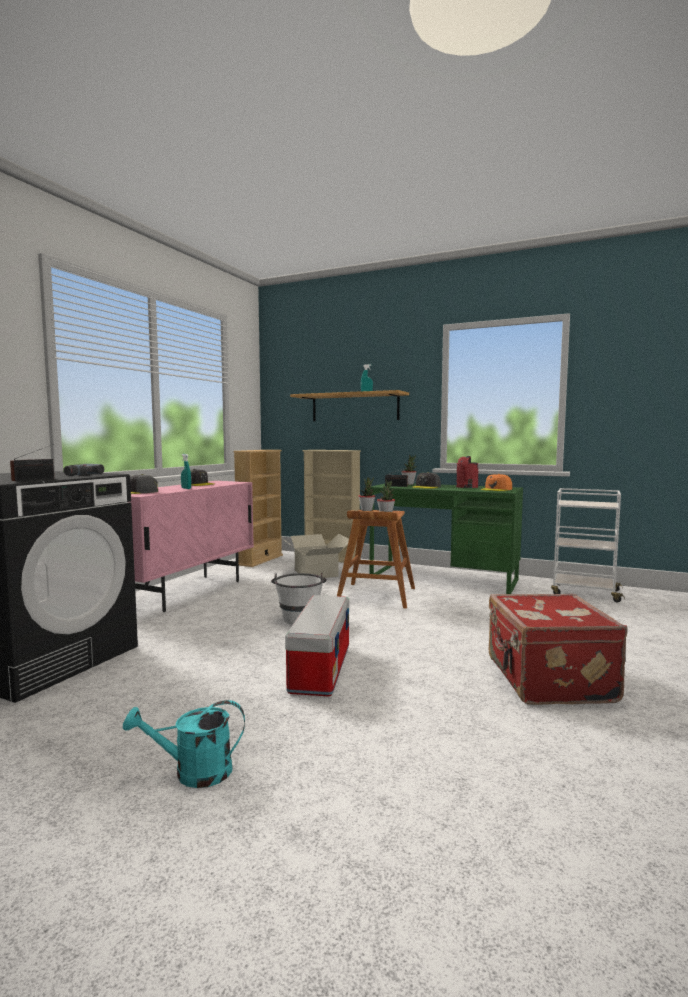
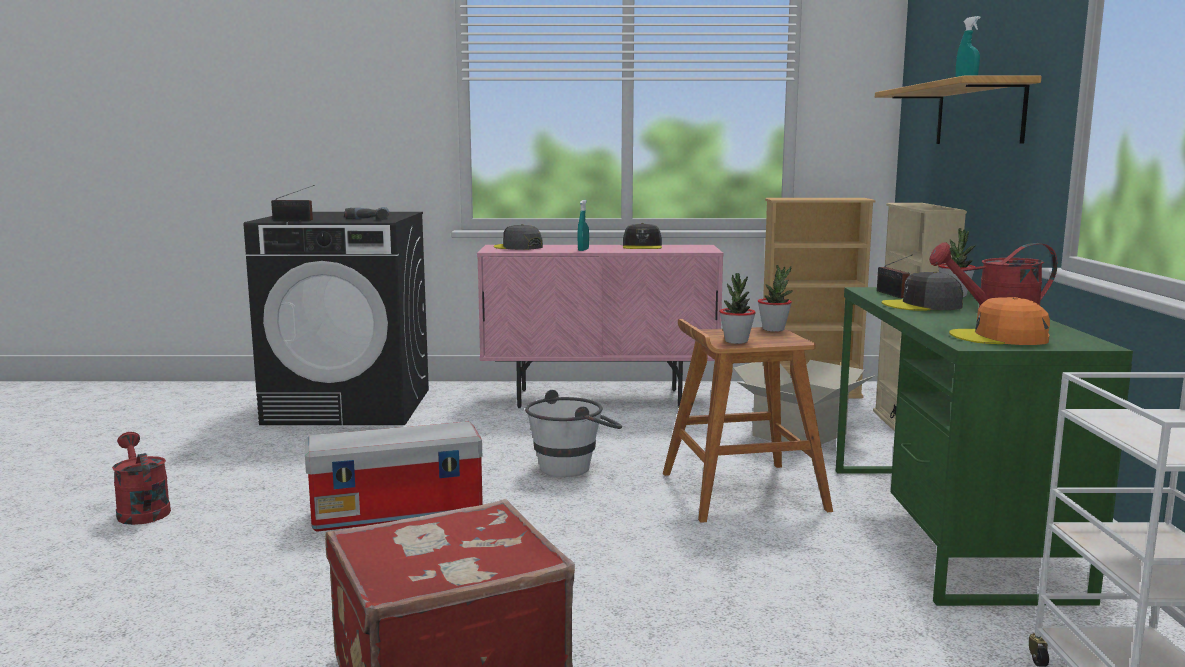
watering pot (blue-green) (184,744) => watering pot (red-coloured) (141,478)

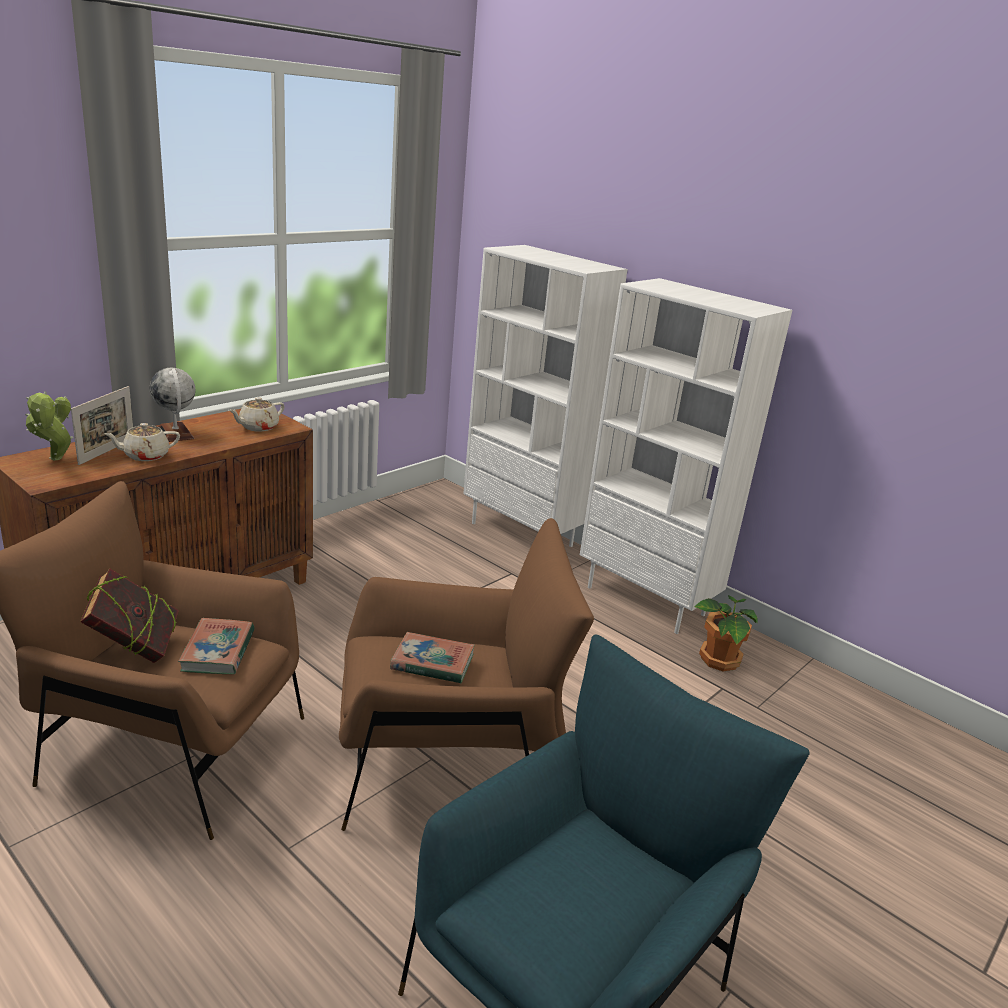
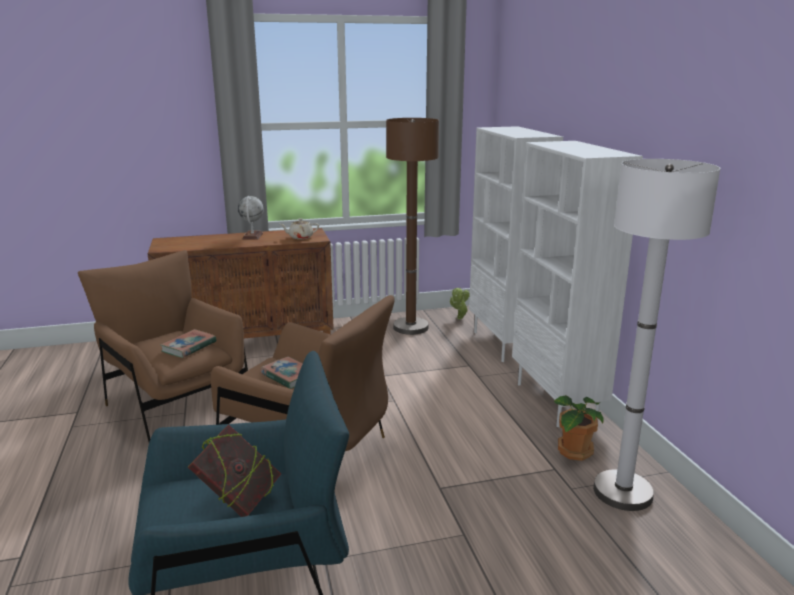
standing frame (102,425) => nothing
tea pot (beige-coloured) (142,442) => nothing
nothing => floor lamp (brownish) (412,226)
nothing => floor lamp (whitish) (657,335)
plant in a pot (49,426) => plant in a pot (460,303), moved
volume (129,615) => volume (234,470), moved

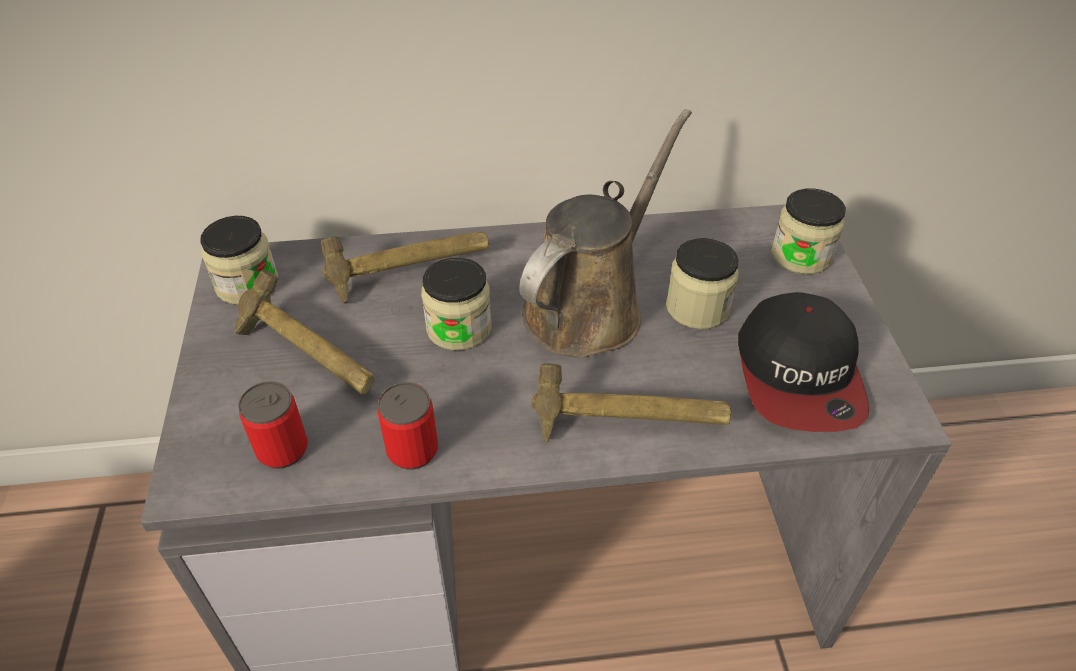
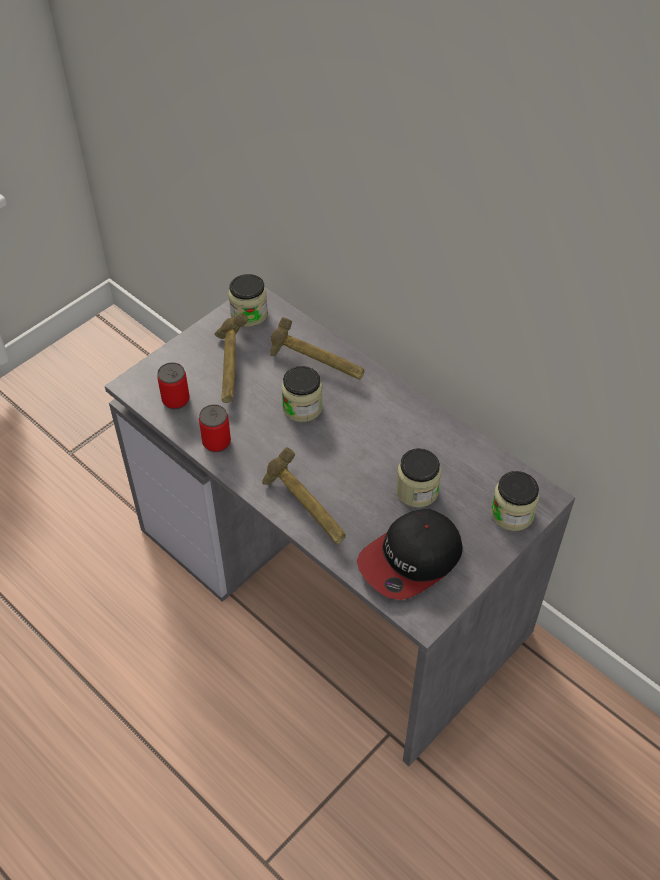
watering pot (brownish) (605,233) => nothing

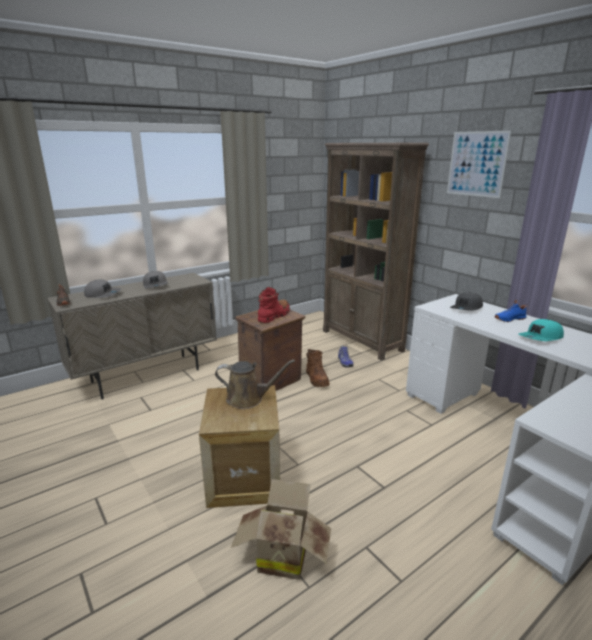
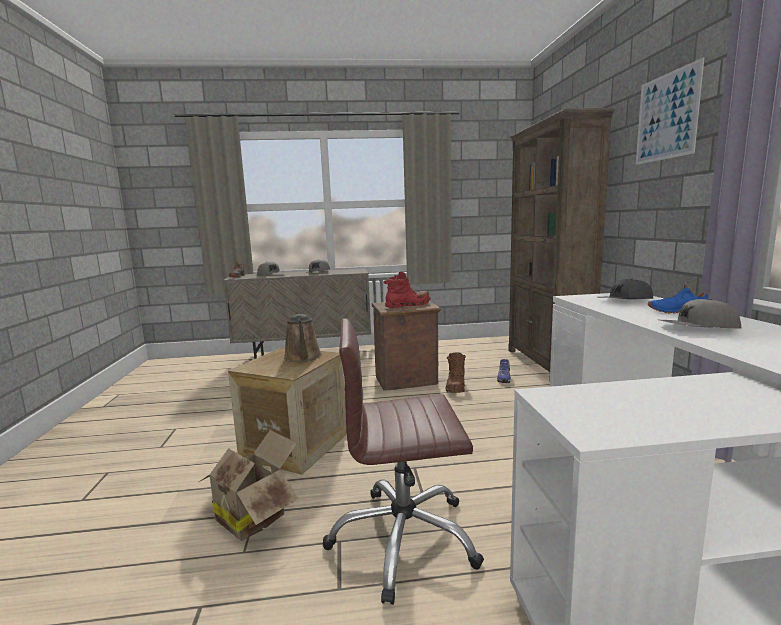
nothing => office chair (brownish) (403,461)
peaked cap (blue-green) (541,330) => peaked cap (greyish) (700,314)
watering pot (brownish) (255,384) => watering pot (brownish) (303,338), 45 degrees clockwise

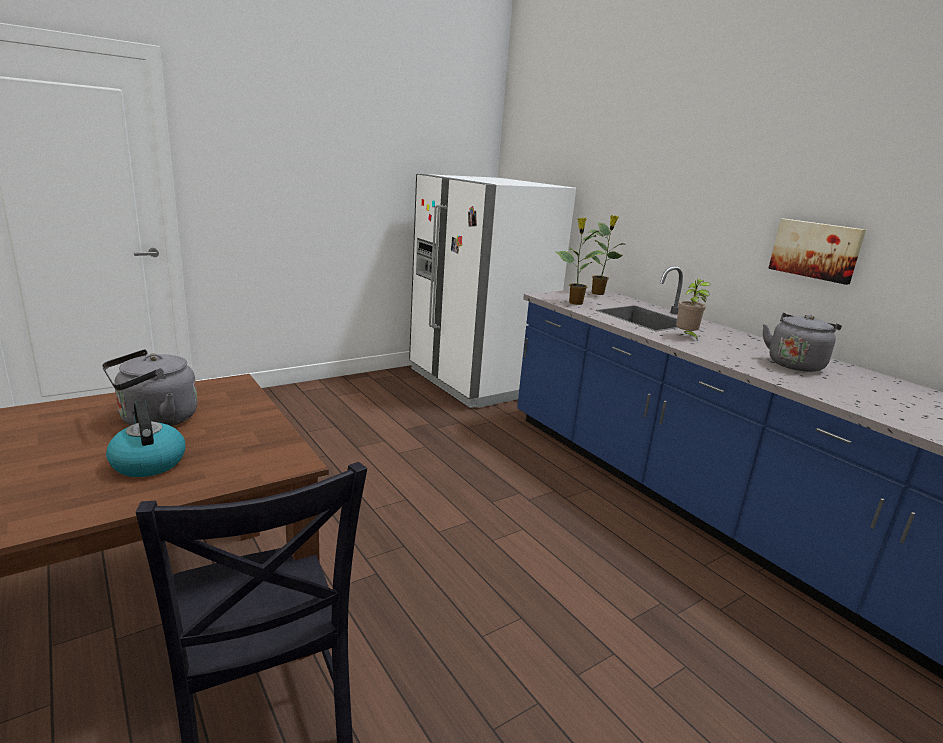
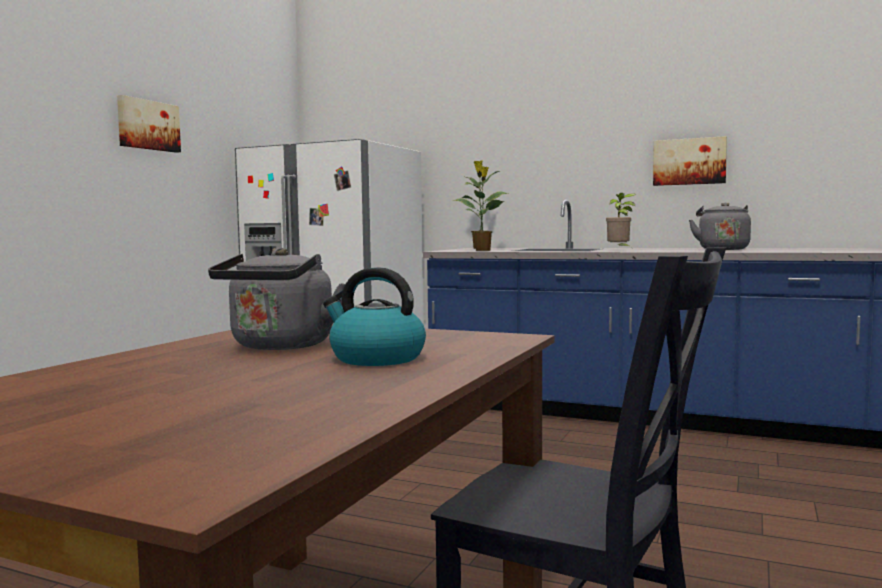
nothing => wall picture (149,124)

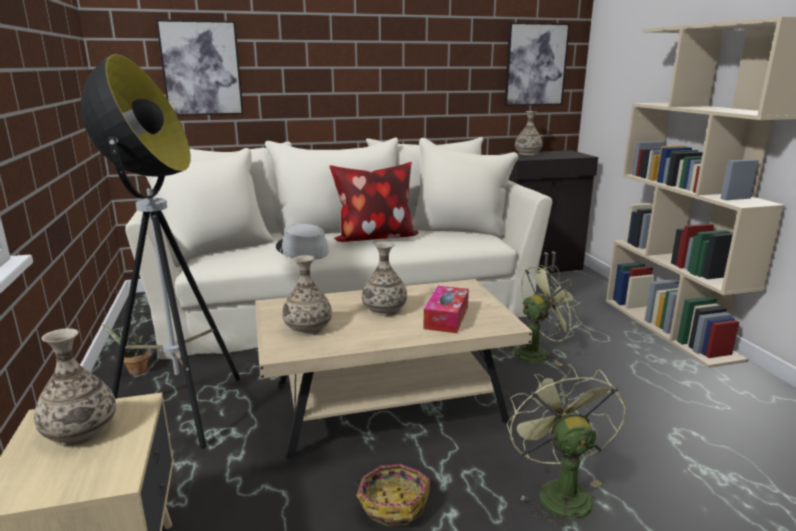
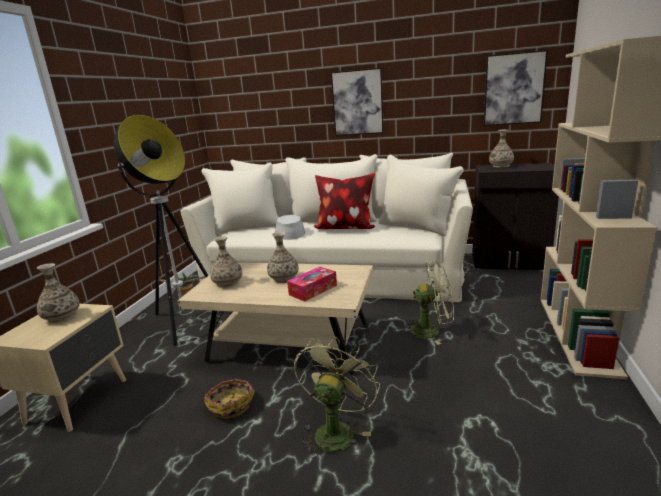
wall picture (199,67) => wall picture (357,102), moved

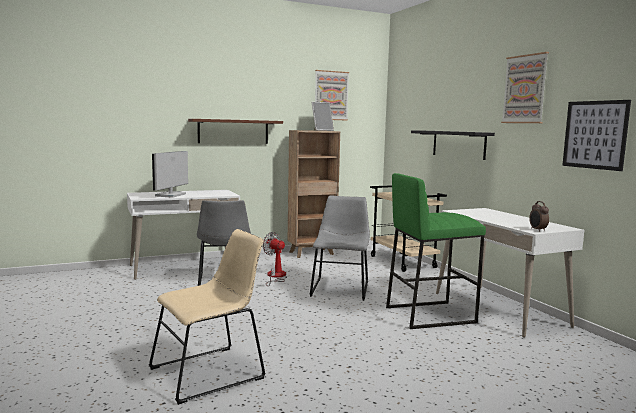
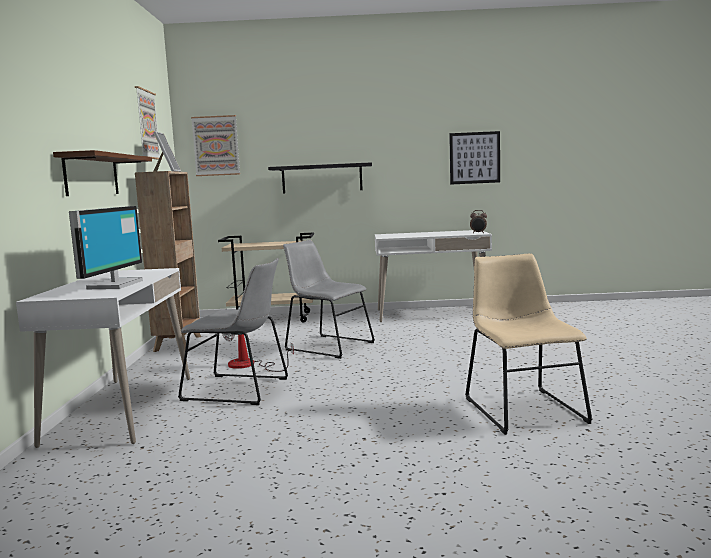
stool seat (green-coloured) (436,251) => nothing
wall picture (525,87) => wall picture (215,145), moved
monitor (170,174) => monitor (106,247), 120 degrees counterclockwise

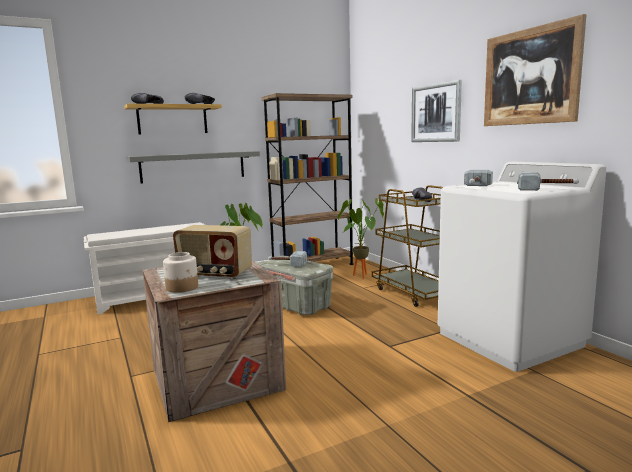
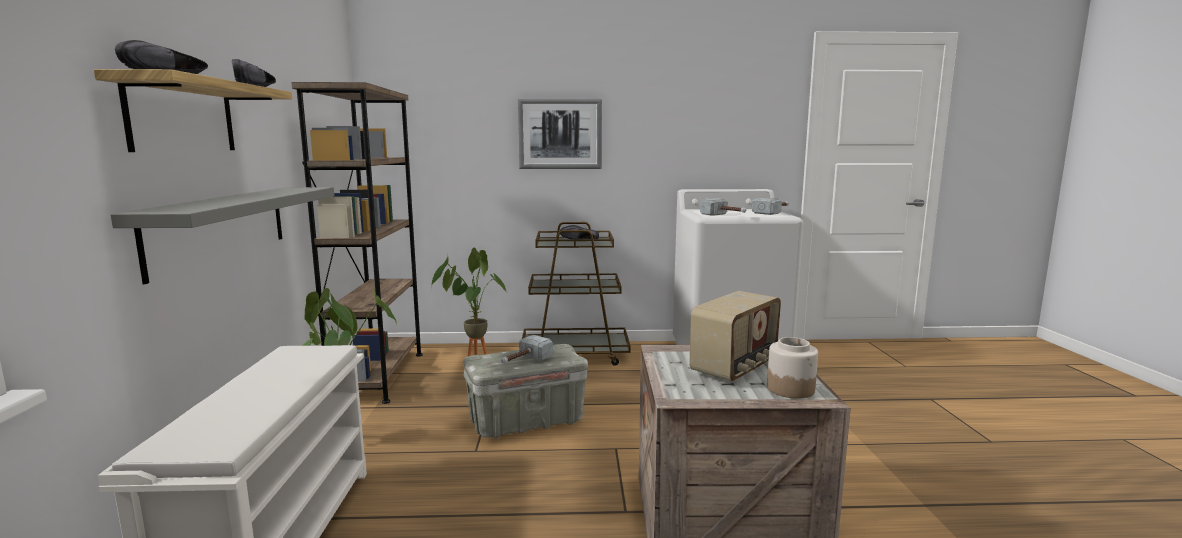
wall picture (535,70) => nothing

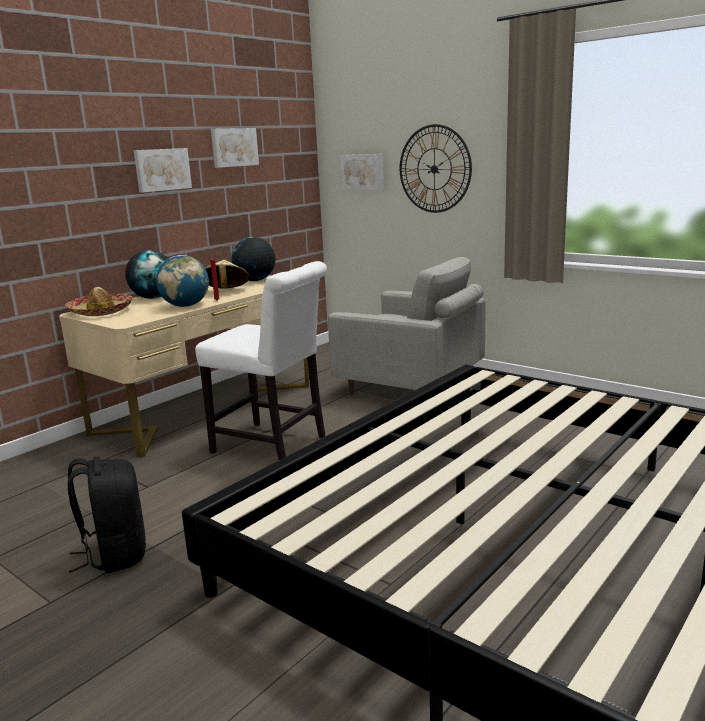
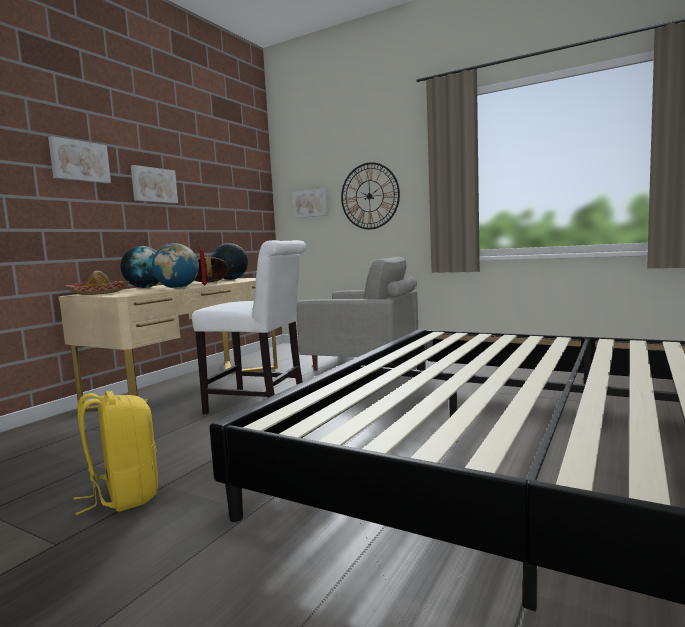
wall picture (235,148) => wall picture (79,160), moved
rucksack (blackish) (107,515) => rucksack (yellowish) (115,453)

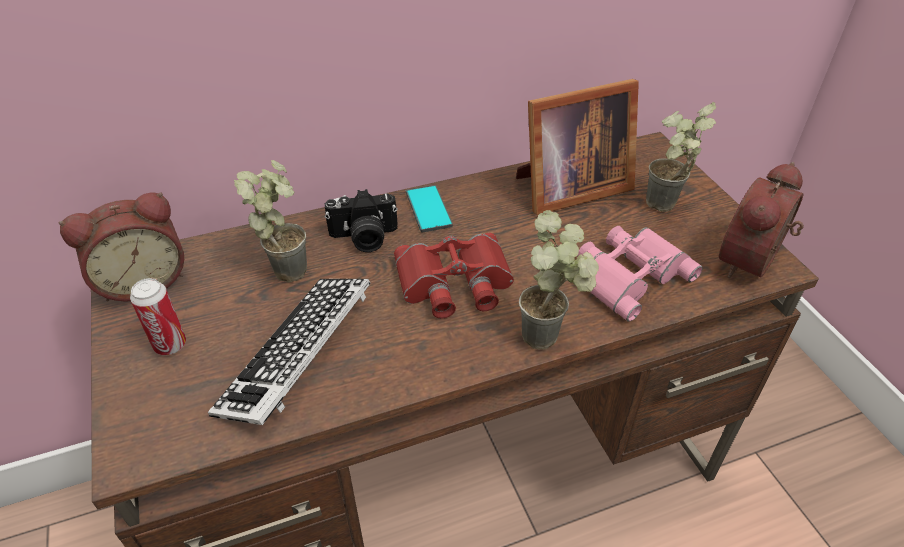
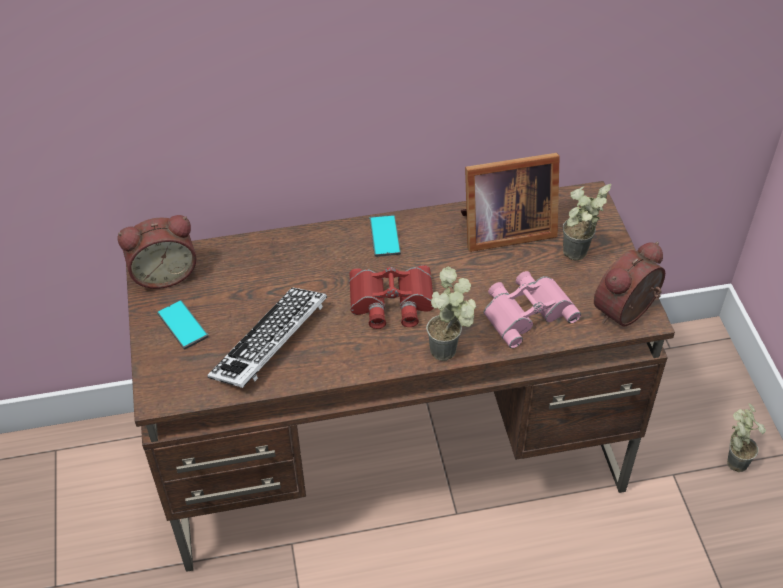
still camera (361,220) => nothing
plant in a pot (270,221) => plant in a pot (746,437), moved
sealed can (158,316) => handset (183,324)

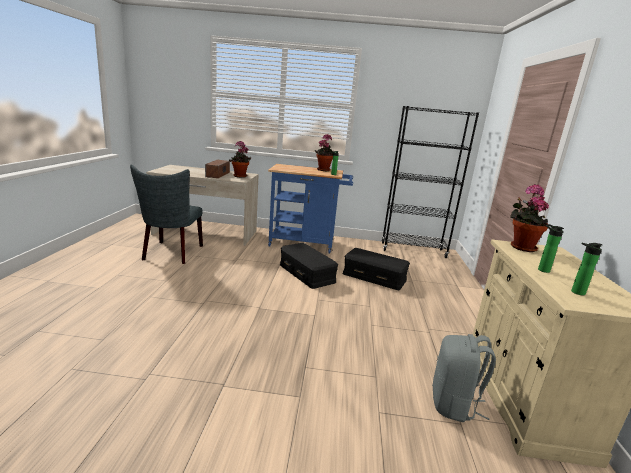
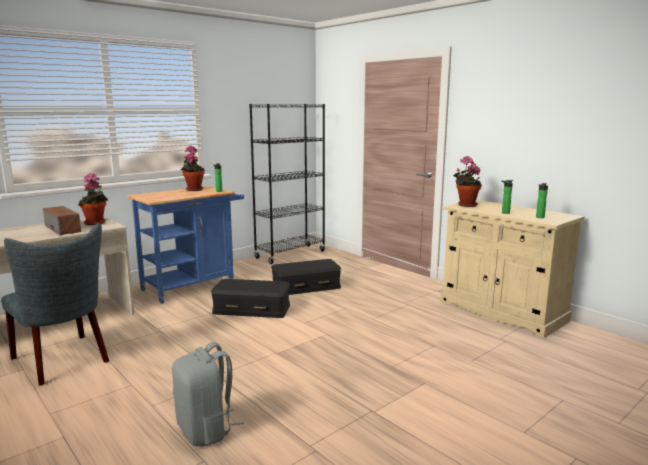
rucksack (greyish) (464,378) => rucksack (greyish) (208,394), moved

